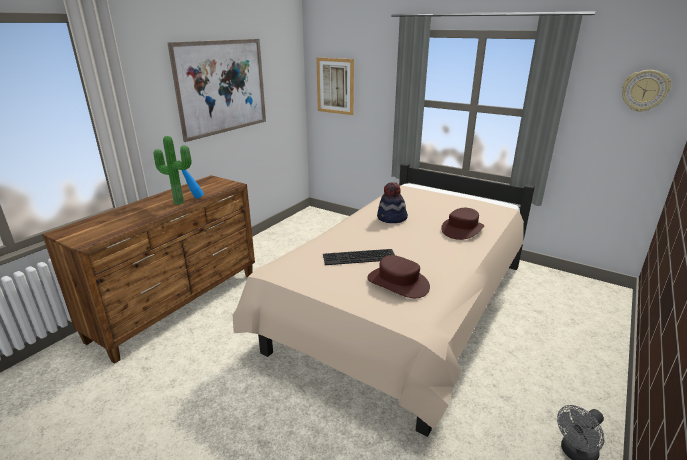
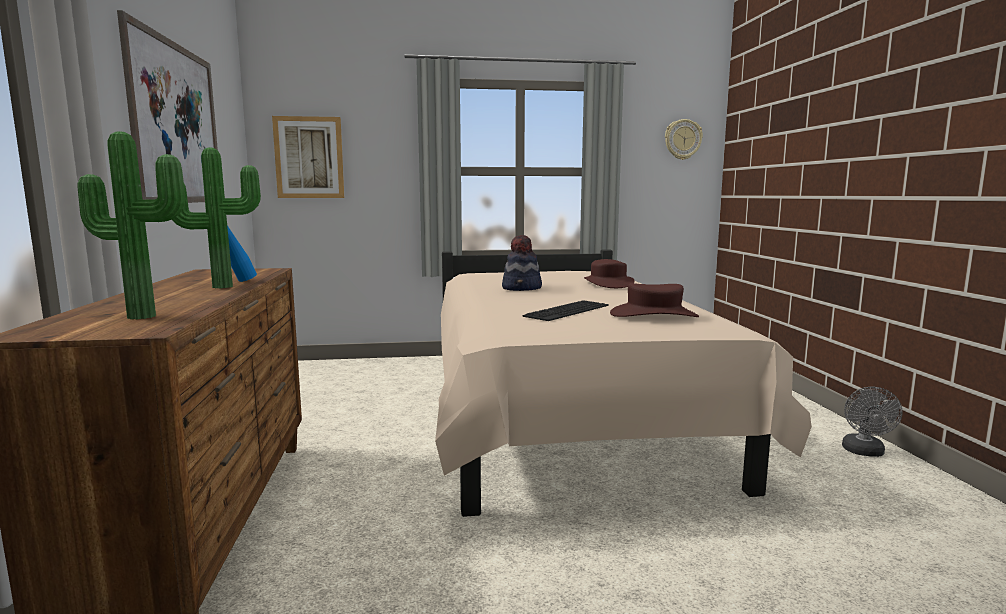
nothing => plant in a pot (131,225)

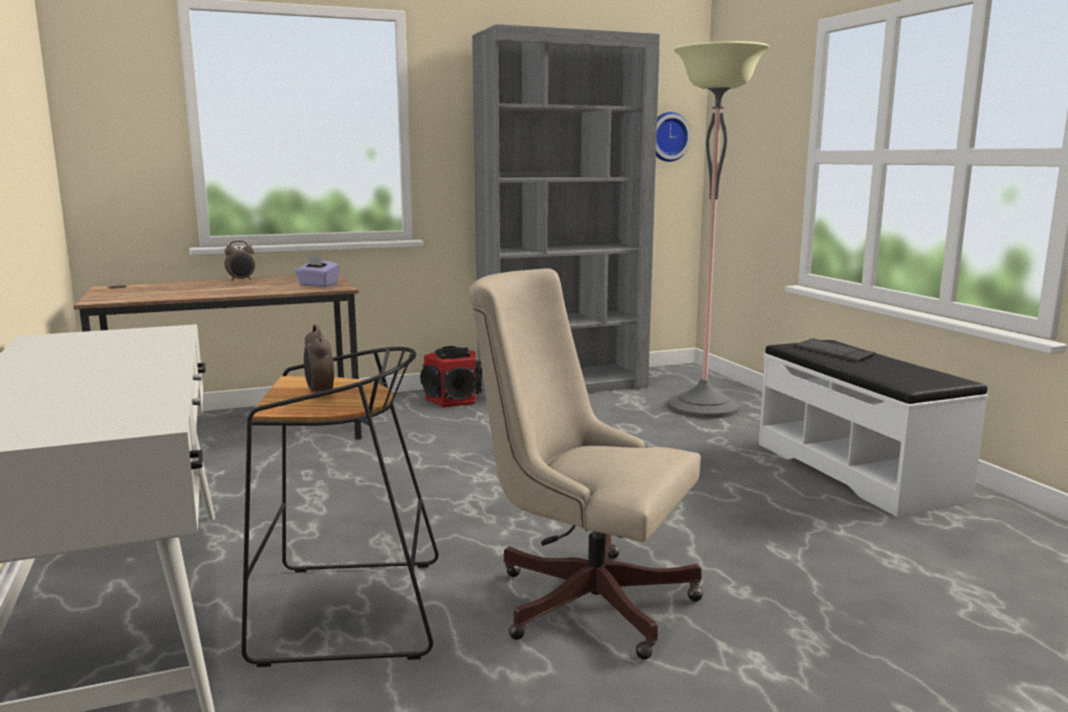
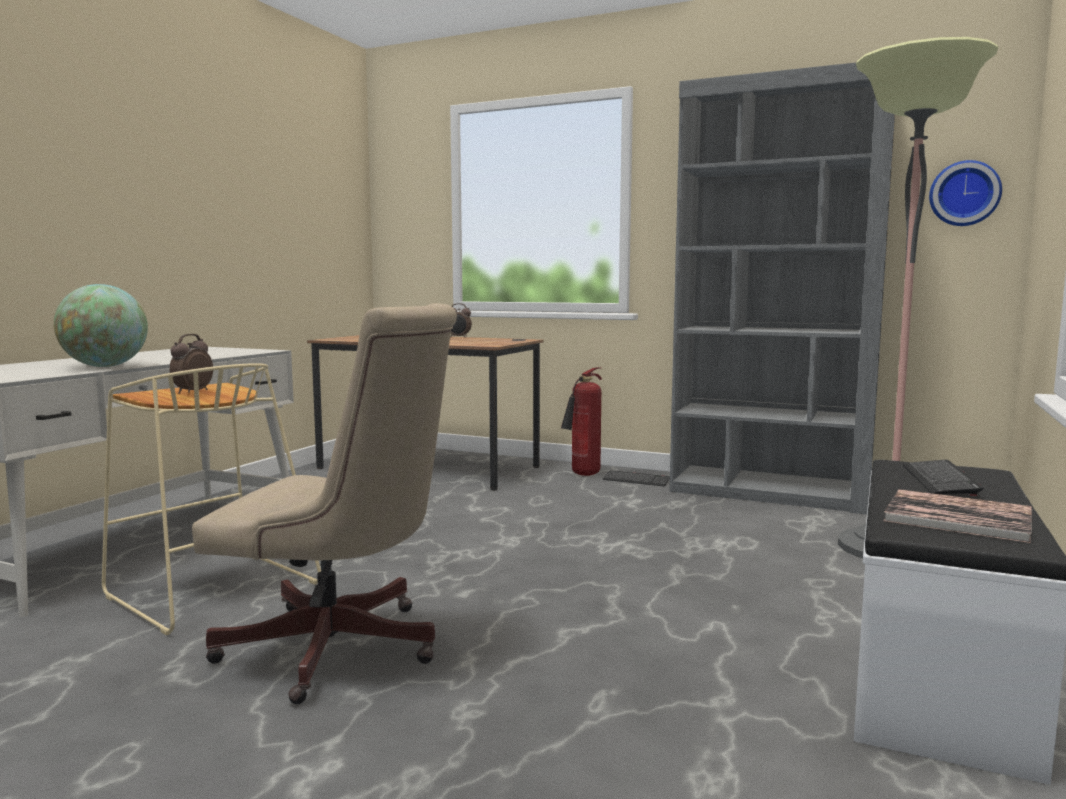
box of tissues (purple-coloured) (317,271) => nothing
nothing => globe (101,325)
nothing => extinguisher (581,421)
nothing => volume (957,516)
speaker (451,376) => computer keyboard (636,478)
stool seat (blackish) (340,507) => stool seat (beige-coloured) (211,499)
office chair (beige-coloured) (586,464) => office chair (beige-coloured) (324,503), 120 degrees clockwise

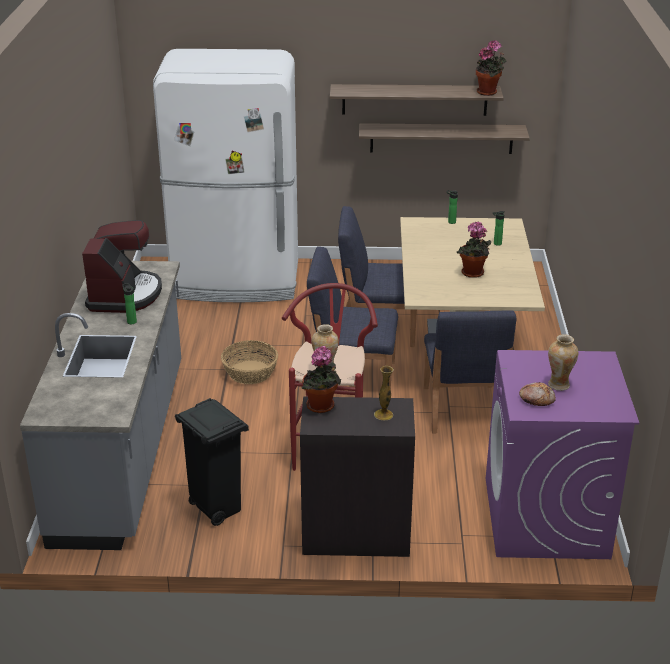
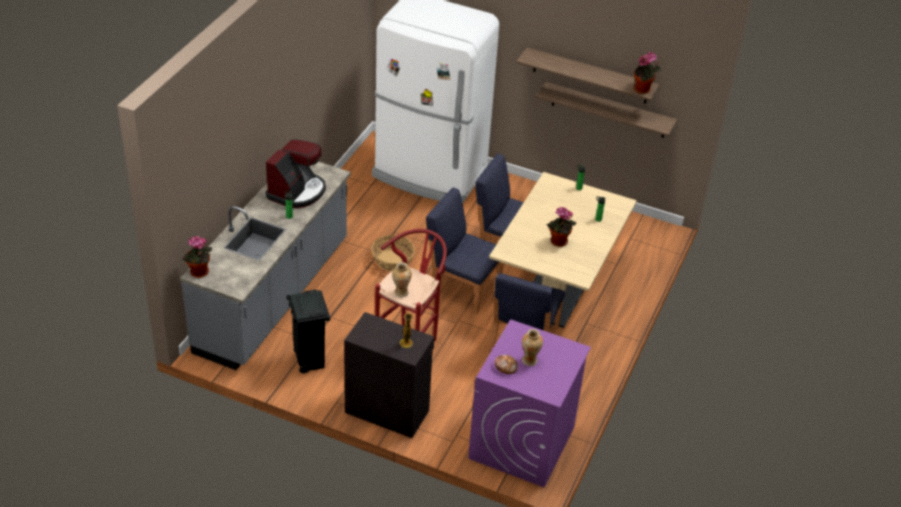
plant in a pot (321,379) => plant in a pot (197,257), moved

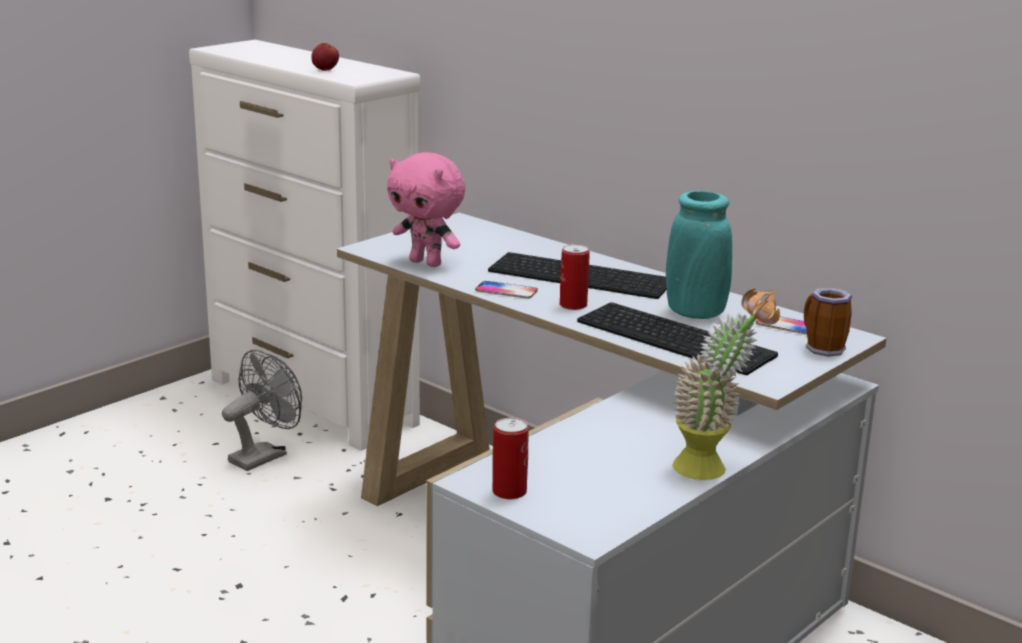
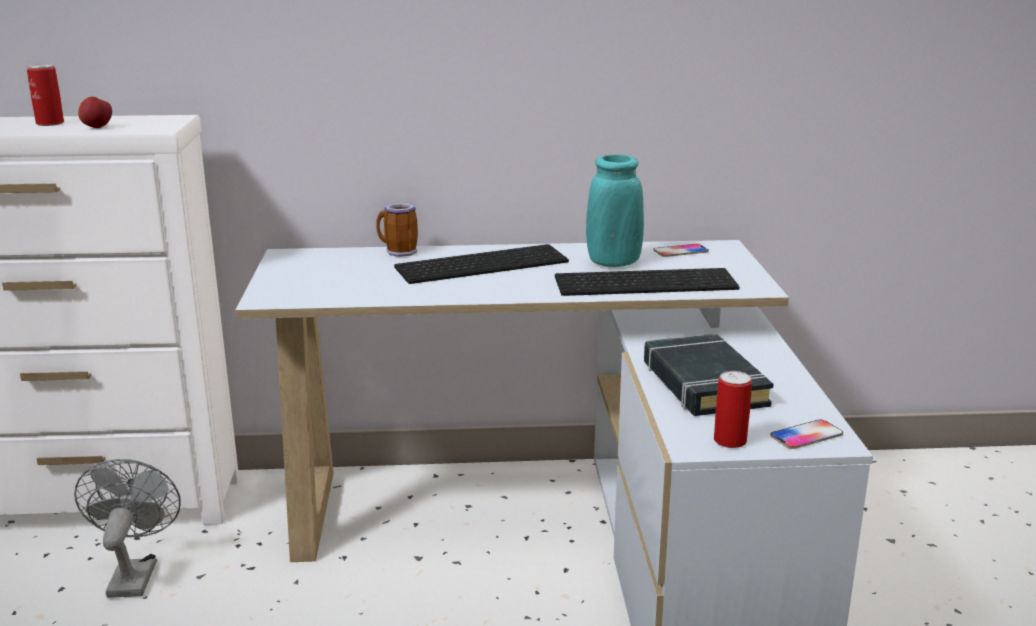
cuddly toy (pink-coloured) (426,209) => nothing
plant in a pot (726,384) => nothing
nothing => volume (blackish) (708,375)
handset (506,289) => handset (806,434), moved
sealed can (574,277) => sealed can (45,95), moved
mug (828,322) => mug (397,229), moved

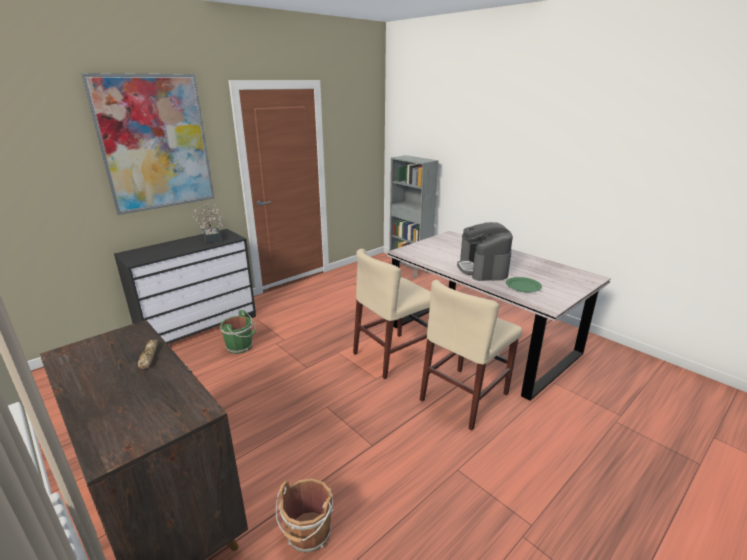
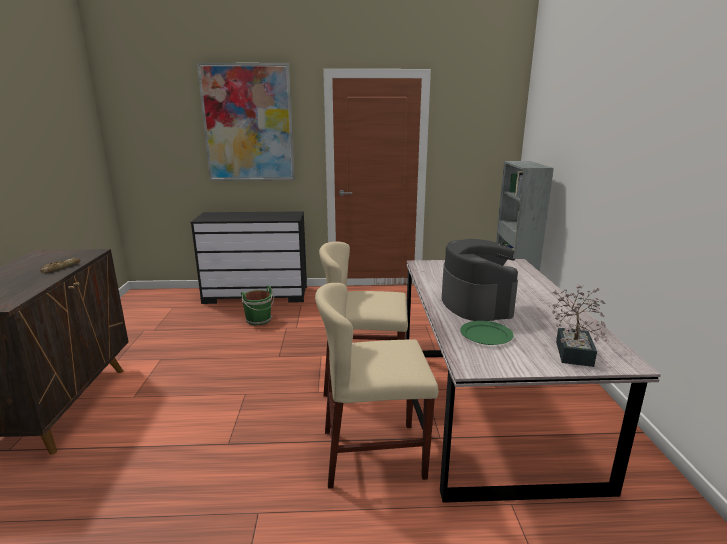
water bucket (brownish) (304,515) => nothing
plant in a pot (208,224) => plant in a pot (578,326), moved
coffee brewer (485,251) => coffee brewer (480,280), 135 degrees clockwise

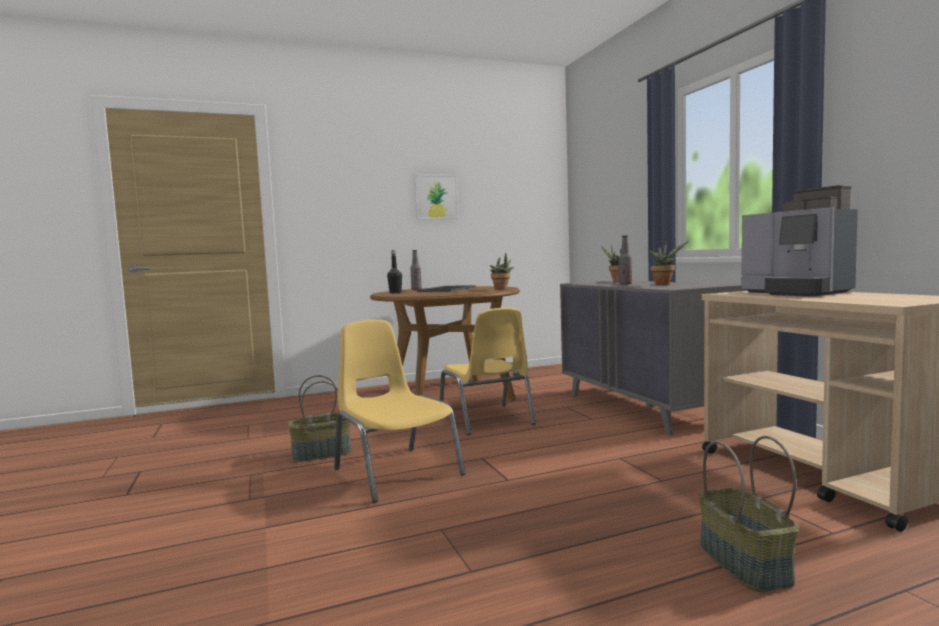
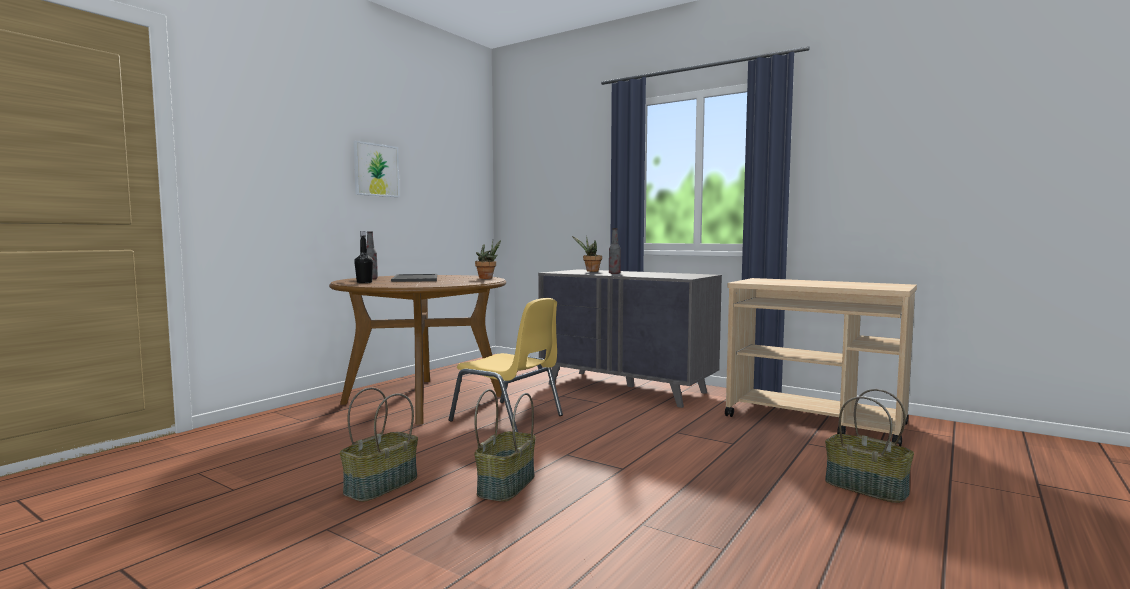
plant in a pot (668,263) => nothing
coffee brewer (799,241) => nothing
chair (yellowish) (400,411) => basket (505,445)

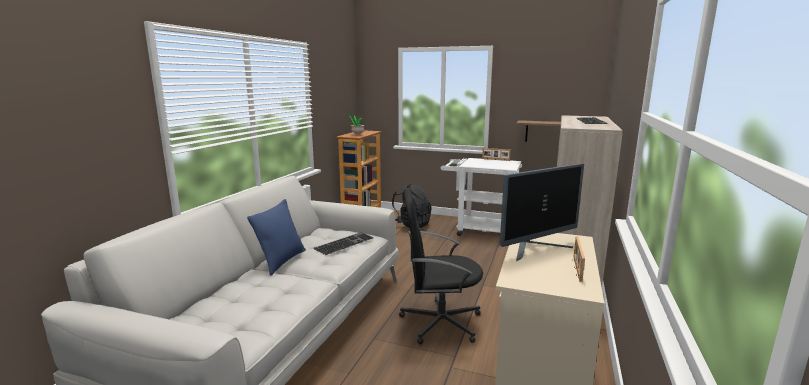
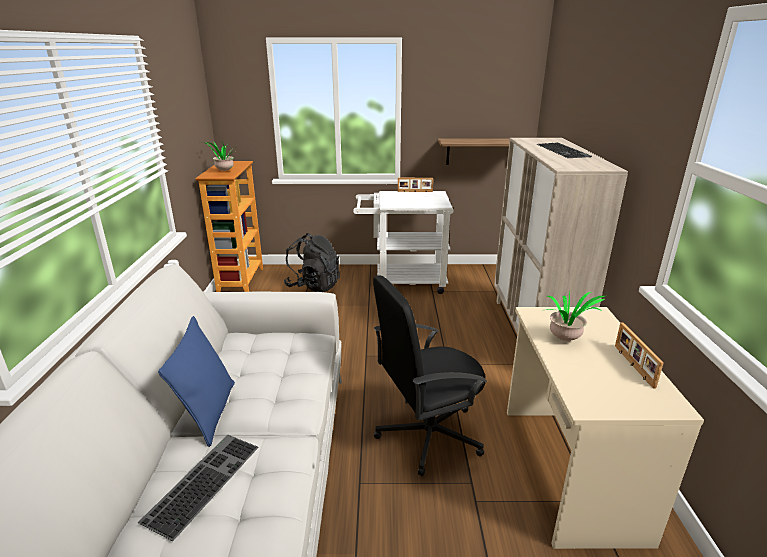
computer keyboard (343,243) => computer keyboard (198,488), moved
monitor (542,212) => plant in a pot (575,316)

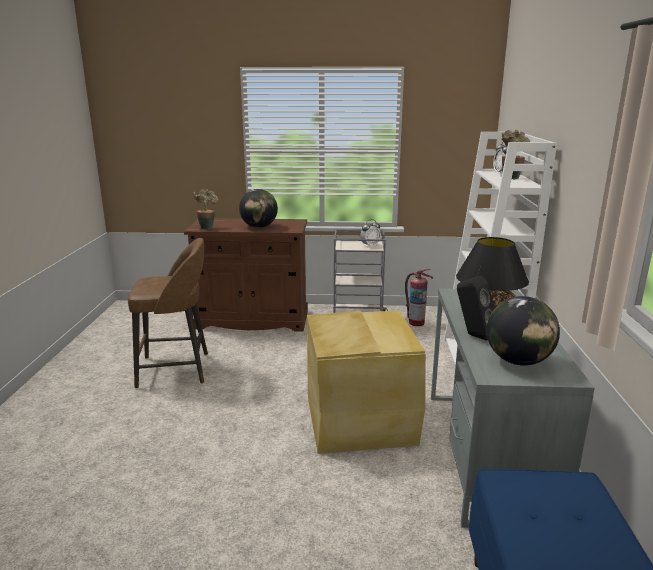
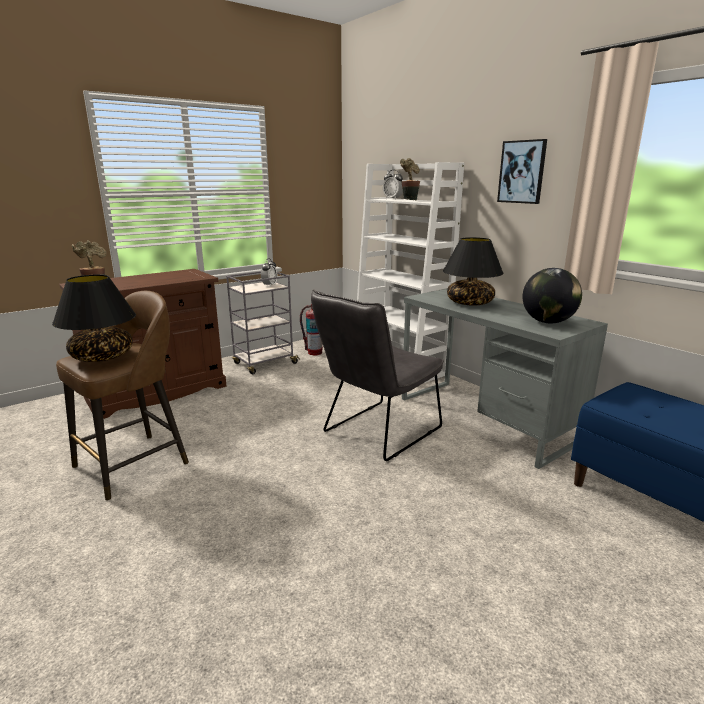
globe (258,208) => nothing
speaker (blackish) (475,308) => nothing
nothing => tabletop lamp (blackish) (94,318)
nothing => wall picture (522,171)
storage container (beige-coloured) (366,382) => chair (greyish) (377,375)

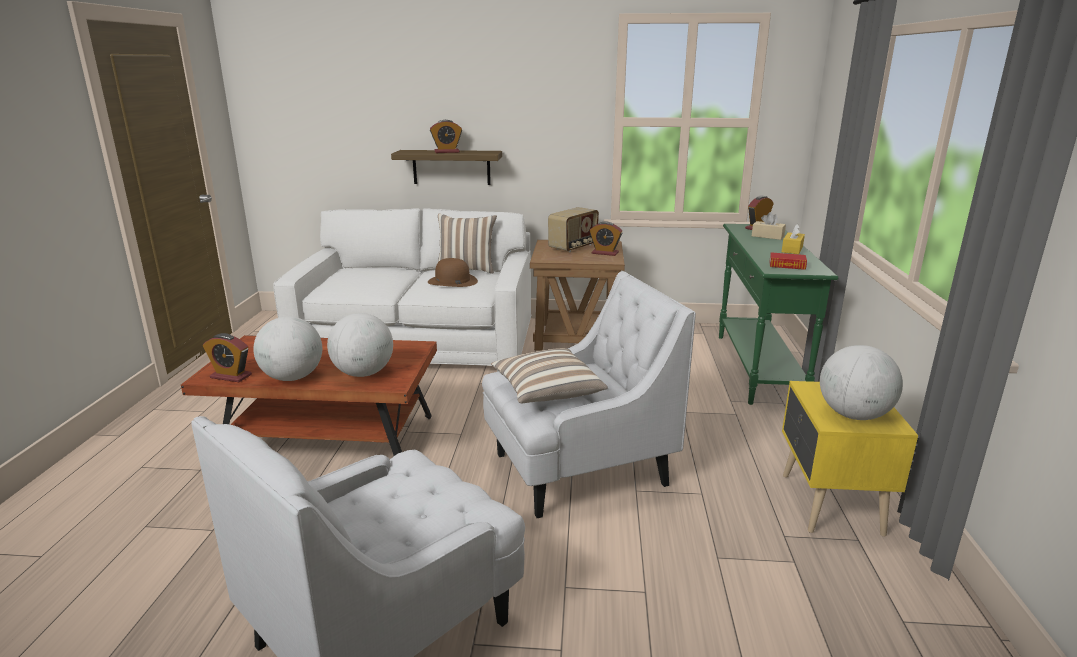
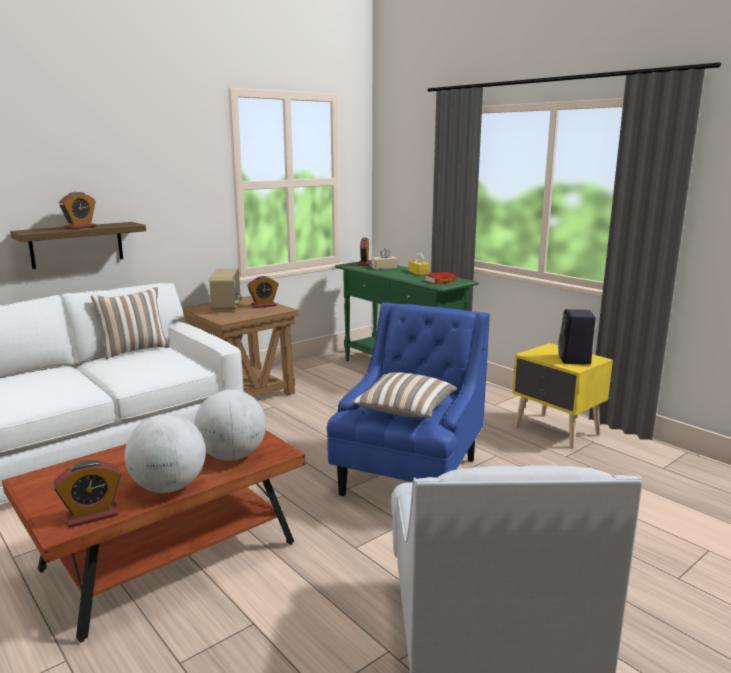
hat (brownish) (453,272) => nothing
globe (861,382) => speaker (blackish) (577,337)
lounge chair (whitish) (589,394) => lounge chair (blue) (408,399)

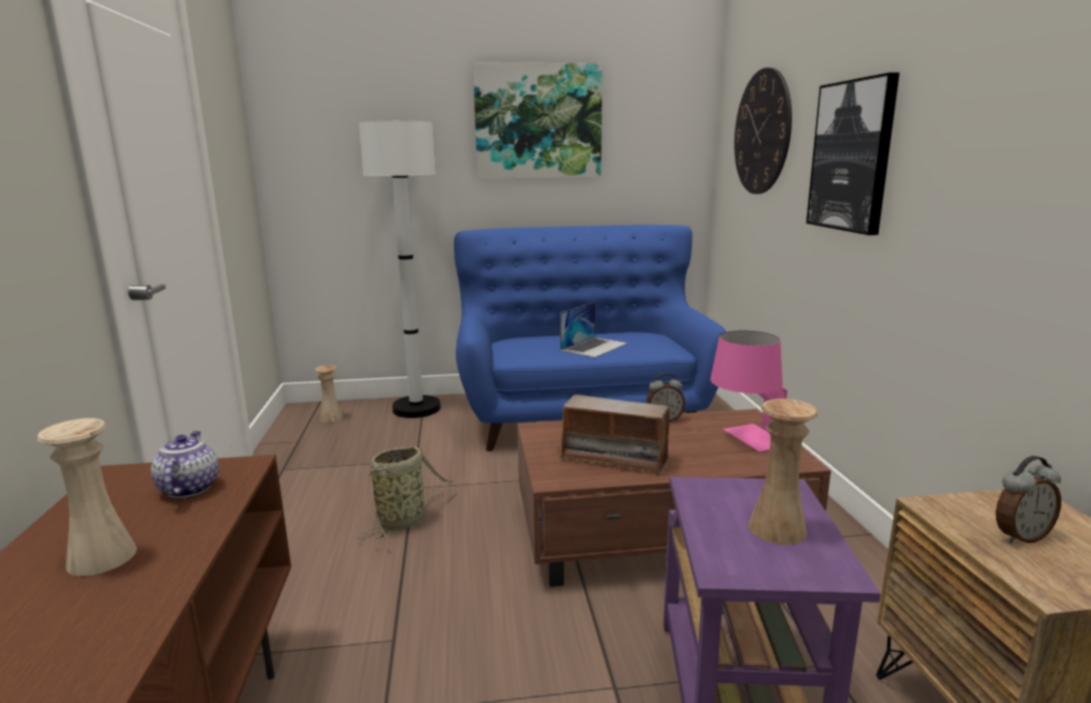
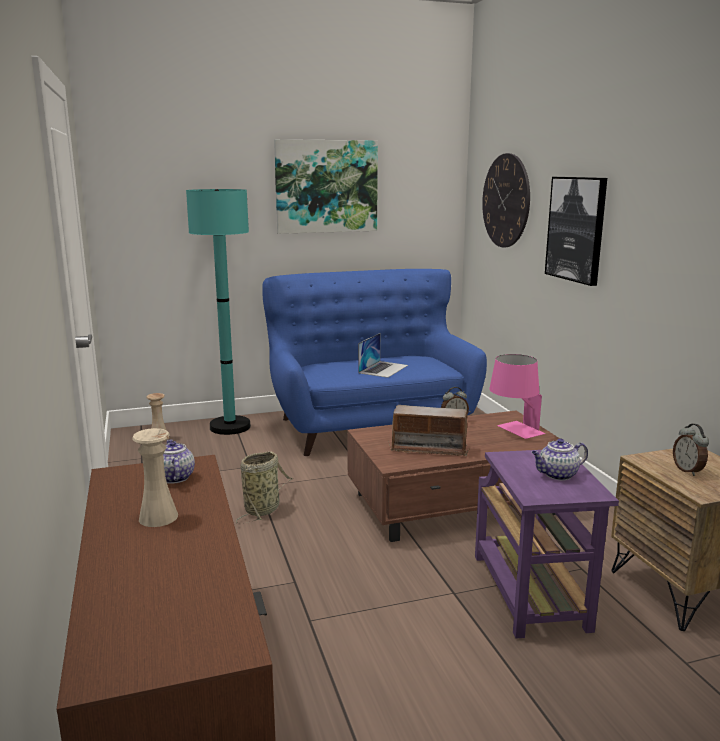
flower vase (beige-coloured) (783,472) => tea pot (559,460)
floor lamp (whitish) (400,269) => floor lamp (blue-green) (218,312)
bedside clock (1028,499) => bedside clock (691,450), 105 degrees clockwise

